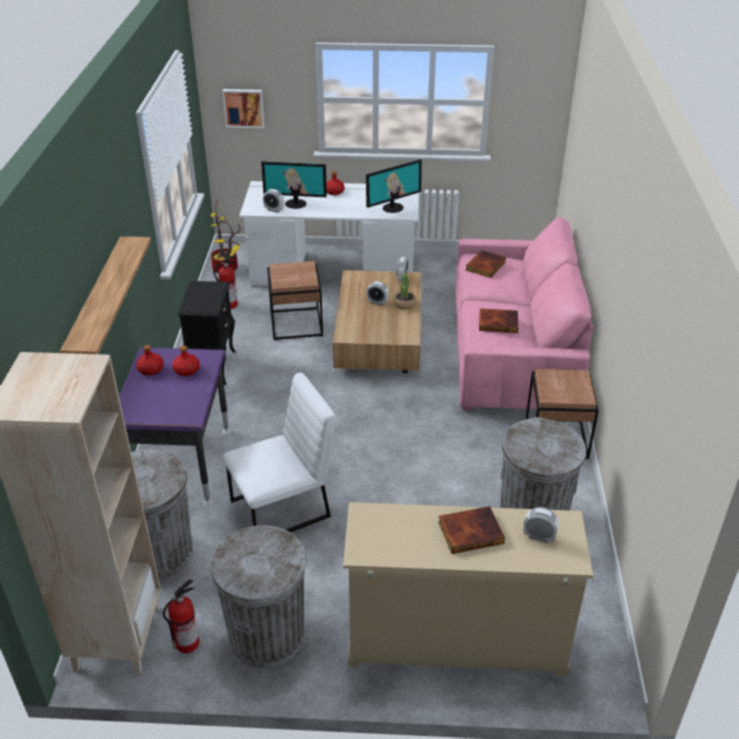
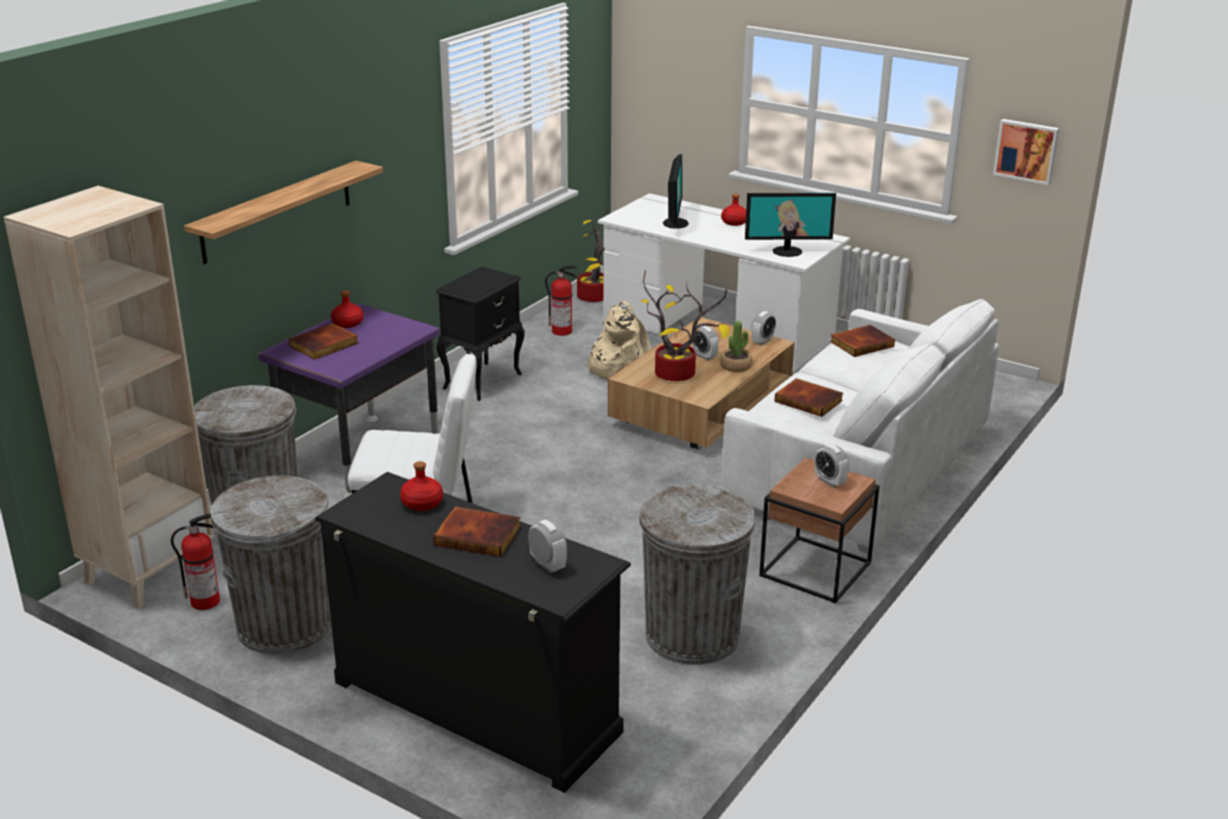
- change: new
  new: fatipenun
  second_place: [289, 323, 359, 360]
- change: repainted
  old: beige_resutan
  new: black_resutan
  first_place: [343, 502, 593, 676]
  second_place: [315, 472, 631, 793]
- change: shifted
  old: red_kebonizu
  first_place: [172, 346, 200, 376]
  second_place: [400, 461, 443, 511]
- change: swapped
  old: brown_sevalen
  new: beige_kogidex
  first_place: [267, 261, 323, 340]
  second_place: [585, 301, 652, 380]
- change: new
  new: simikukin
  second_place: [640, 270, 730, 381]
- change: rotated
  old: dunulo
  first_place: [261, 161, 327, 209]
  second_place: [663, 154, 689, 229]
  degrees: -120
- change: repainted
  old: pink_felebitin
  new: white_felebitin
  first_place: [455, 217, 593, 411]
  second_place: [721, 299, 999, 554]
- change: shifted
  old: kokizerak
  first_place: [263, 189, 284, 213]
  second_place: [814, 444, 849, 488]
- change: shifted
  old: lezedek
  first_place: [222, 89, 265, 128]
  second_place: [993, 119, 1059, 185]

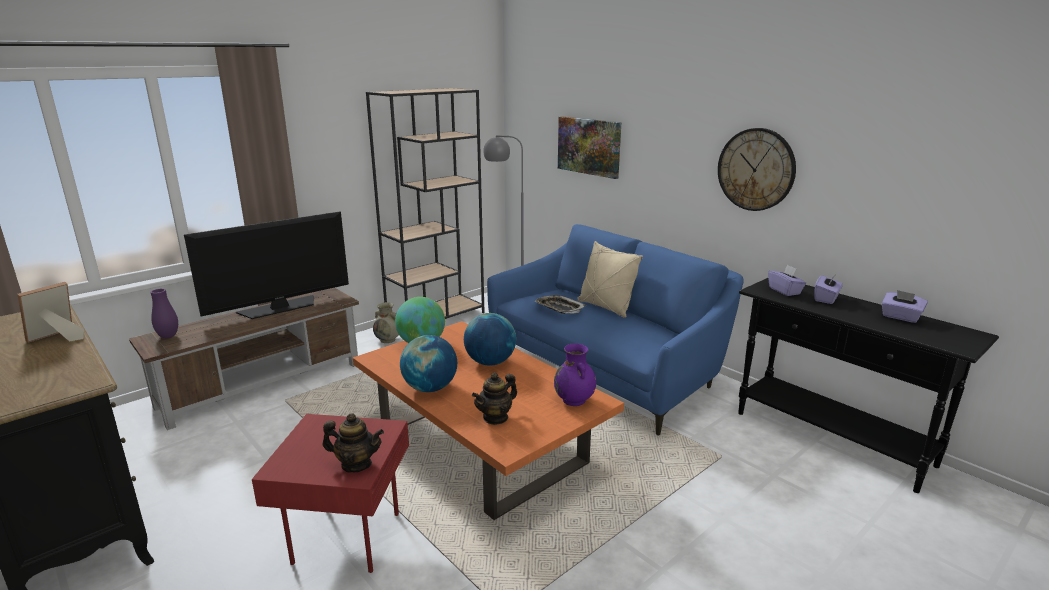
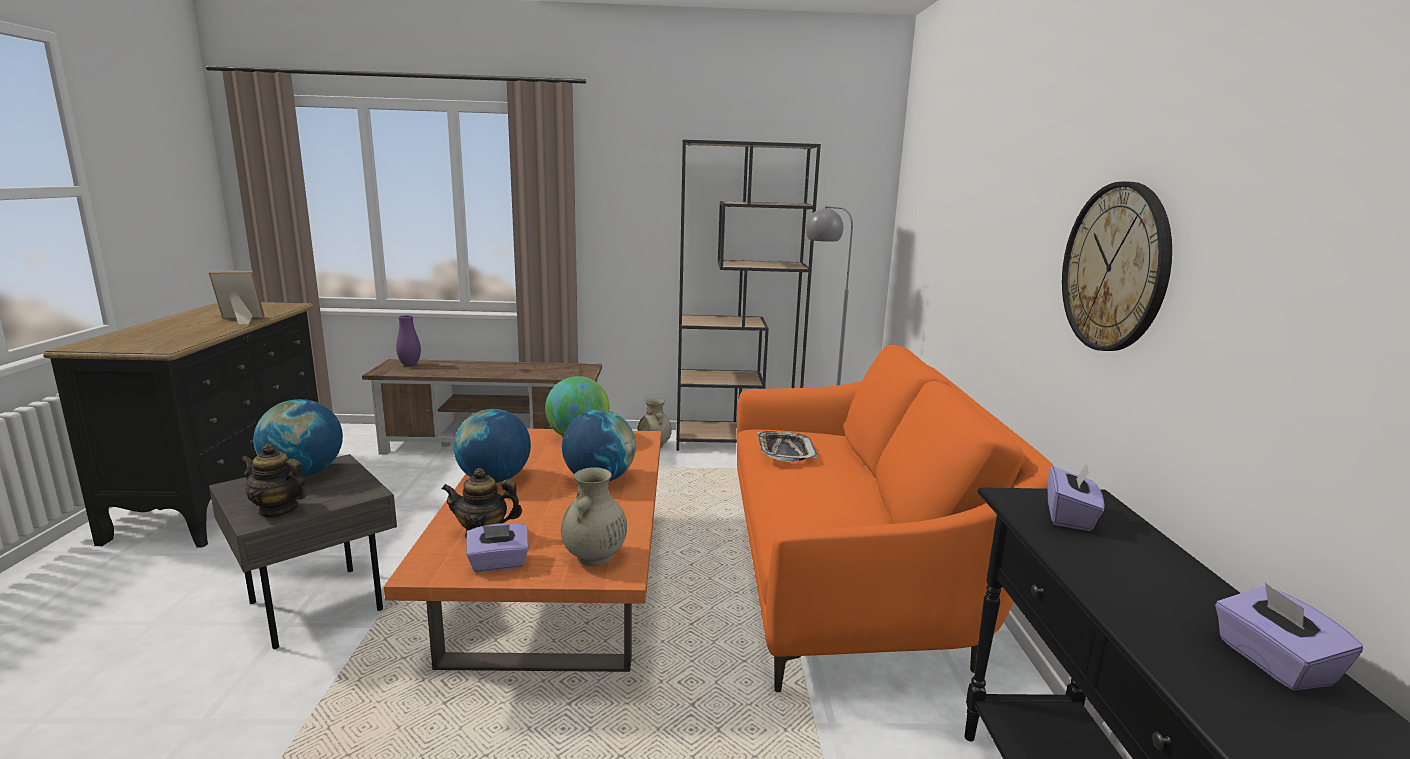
- change: repainted
  old: red_sevalen
  new: grey_sevalen
  first_place: [252, 414, 409, 573]
  second_place: [209, 454, 397, 649]
- change: rotated
  old: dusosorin
  first_place: [323, 413, 384, 473]
  second_place: [241, 444, 307, 519]
  degrees: 150
- change: new
  new: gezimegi
  second_place: [253, 399, 343, 477]
- change: shifted
  old: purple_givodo
  first_place: [814, 273, 843, 304]
  second_place: [466, 523, 529, 572]
- change: repainted
  old: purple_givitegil
  new: beige_givitegil
  first_place: [554, 343, 596, 406]
  second_place: [561, 467, 627, 566]
- change: repainted
  old: blue_felebitin
  new: orange_felebitin
  first_place: [487, 224, 744, 436]
  second_place: [737, 345, 1053, 692]
- change: gone
  old: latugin
  first_place: [184, 211, 349, 319]
- change: gone
  old: lezedek
  first_place: [558, 116, 621, 179]
- change: gone
  old: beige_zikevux
  first_place: [577, 241, 643, 318]

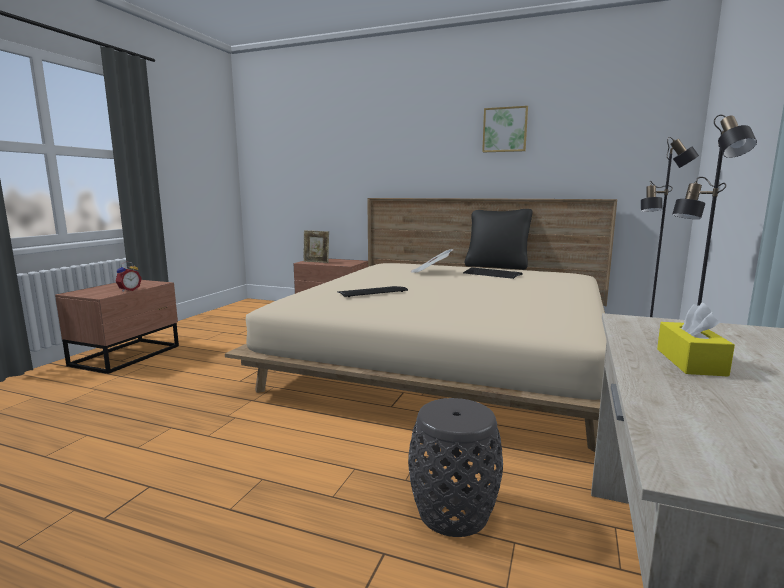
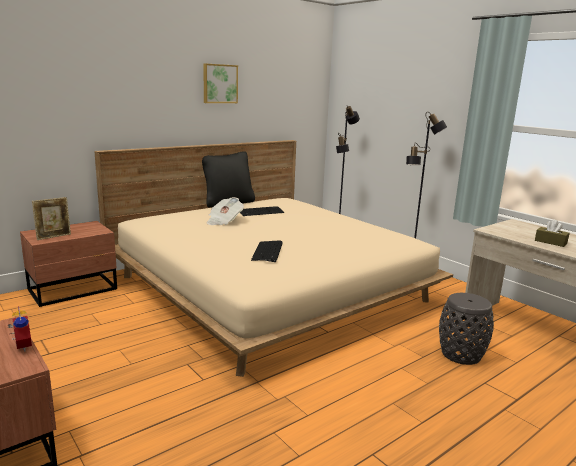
- change: repainted
  old: yellow_givodo
  new: brown_givodo
  first_place: [657, 303, 735, 377]
  second_place: [535, 220, 569, 247]

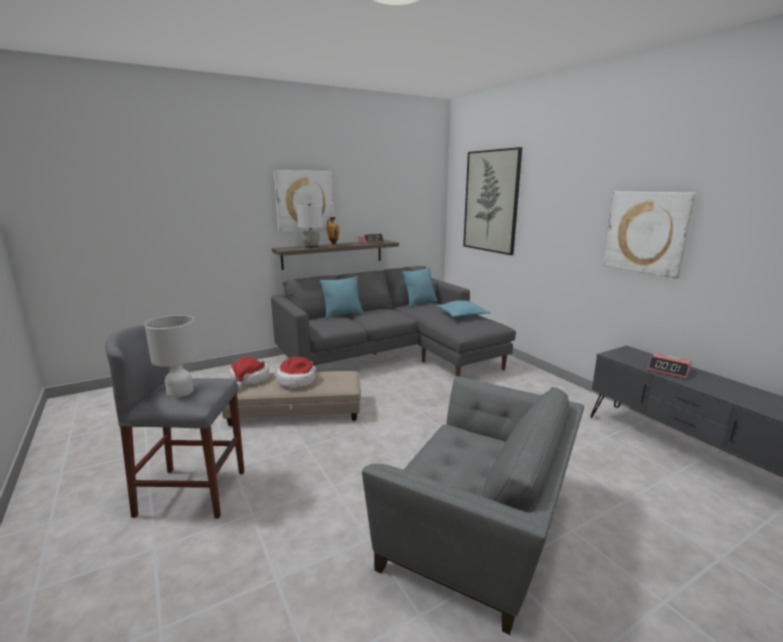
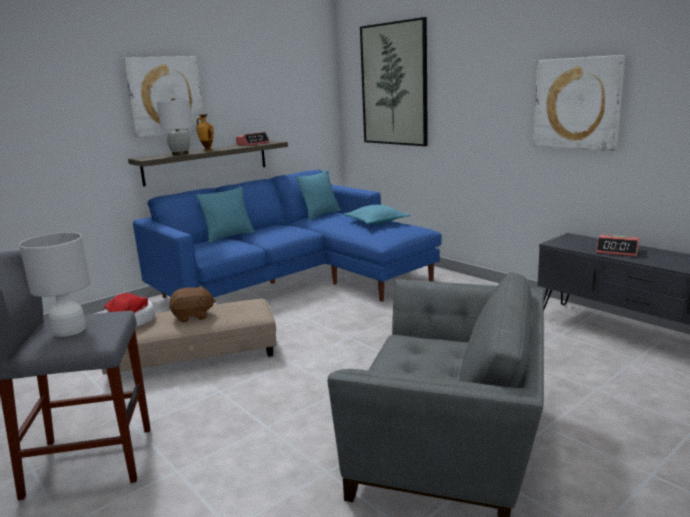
- change: repainted
  old: grey_felebitin
  new: blue_felebitin
  first_place: [271, 266, 516, 377]
  second_place: [133, 170, 442, 302]
- change: swapped
  old: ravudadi
  new: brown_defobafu
  first_place: [276, 357, 316, 387]
  second_place: [169, 286, 216, 323]

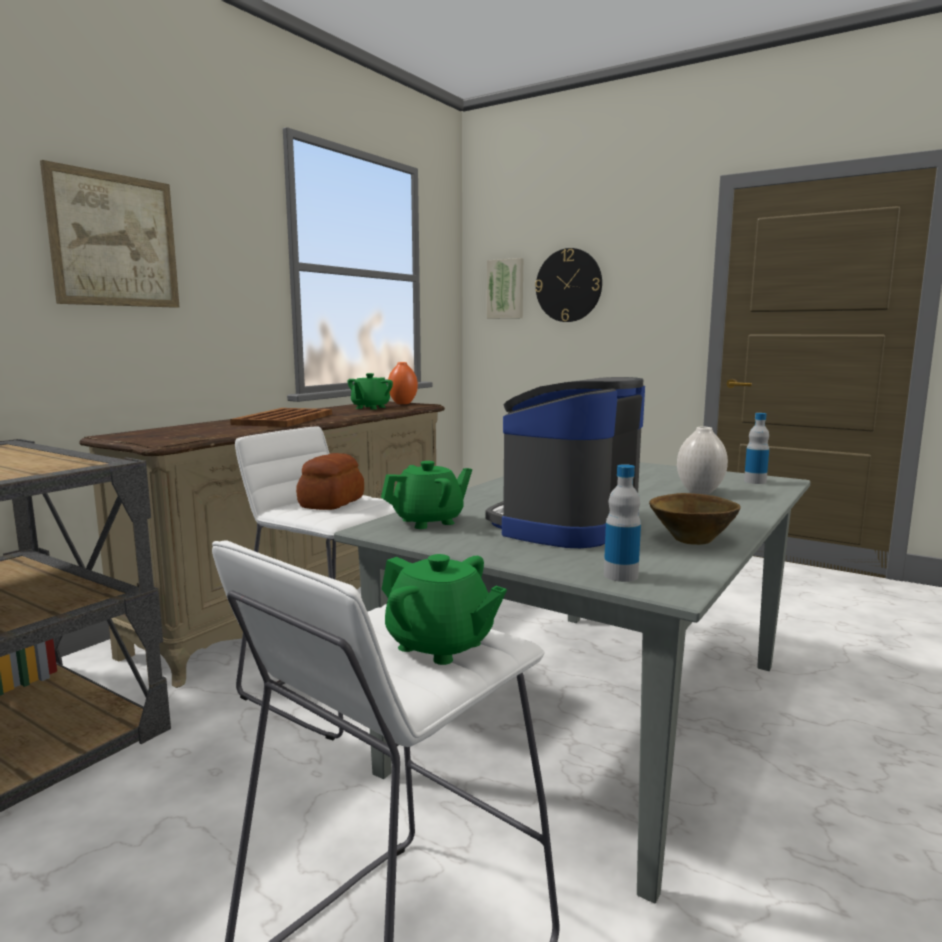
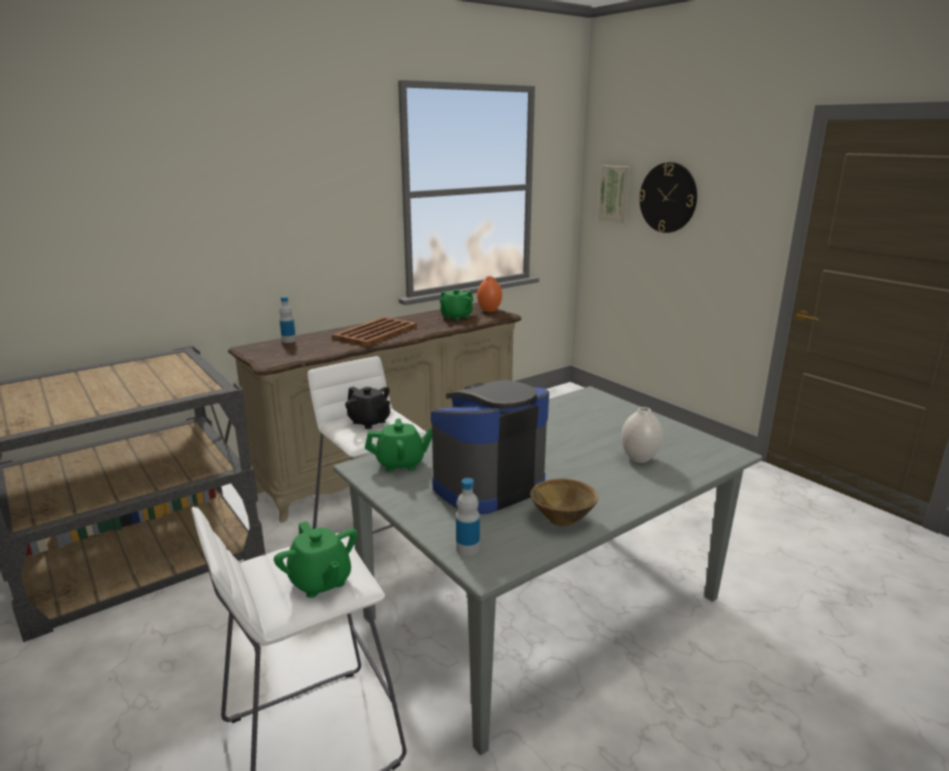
- change: shifted
  old: kebonizu
  first_place: [744, 413, 769, 484]
  second_place: [279, 296, 296, 343]
- change: swapped
  old: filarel
  new: black_dusosorin
  first_place: [296, 453, 364, 510]
  second_place: [345, 386, 390, 429]
- change: gone
  old: lezedek
  first_place: [40, 160, 179, 308]

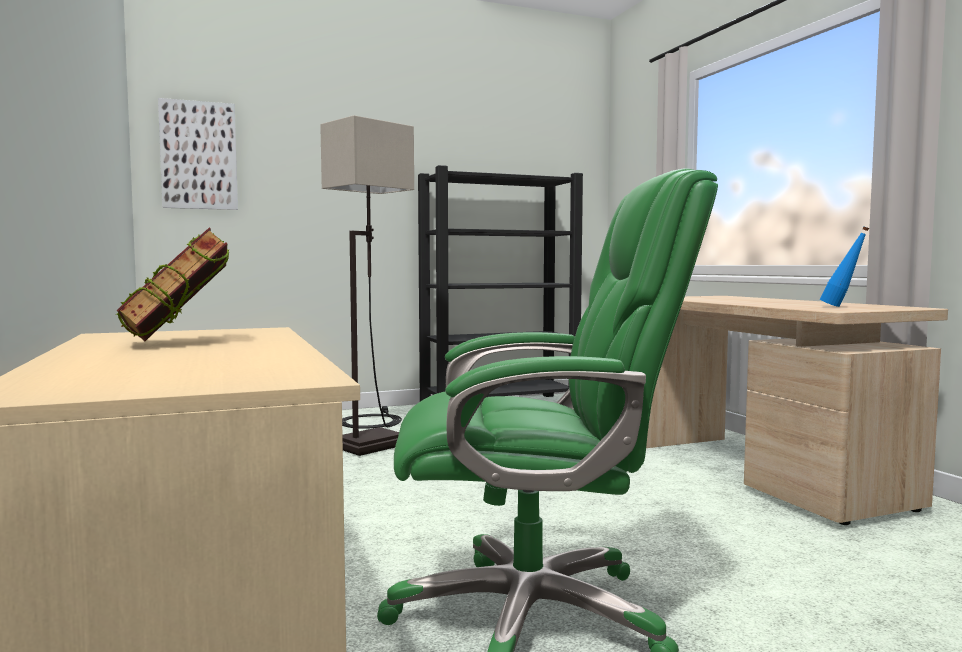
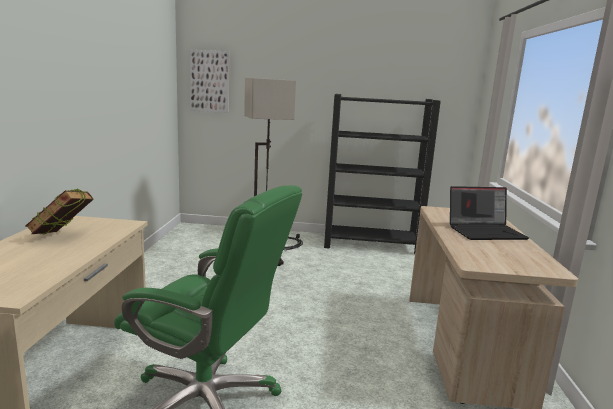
- change: new
  new: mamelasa
  second_place: [450, 186, 529, 240]
- change: gone
  old: blue_kebonizu
  first_place: [820, 226, 869, 307]

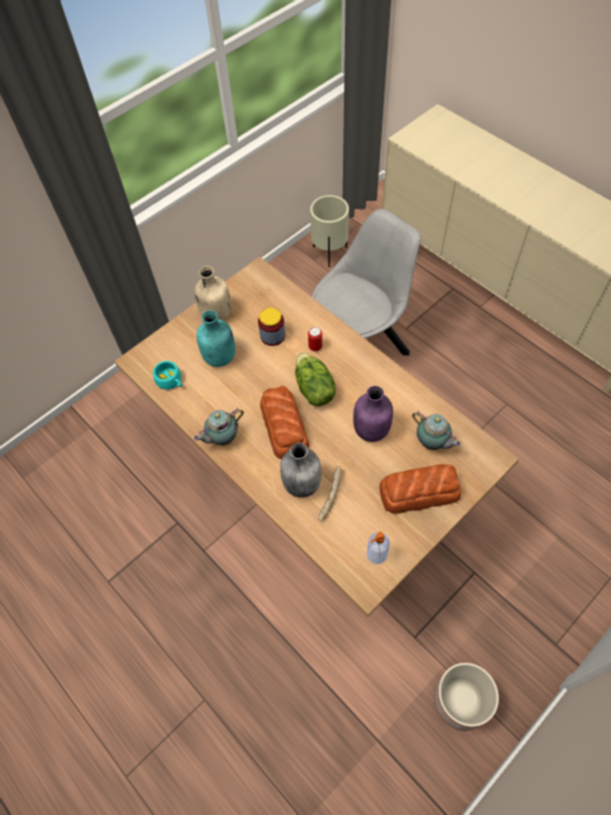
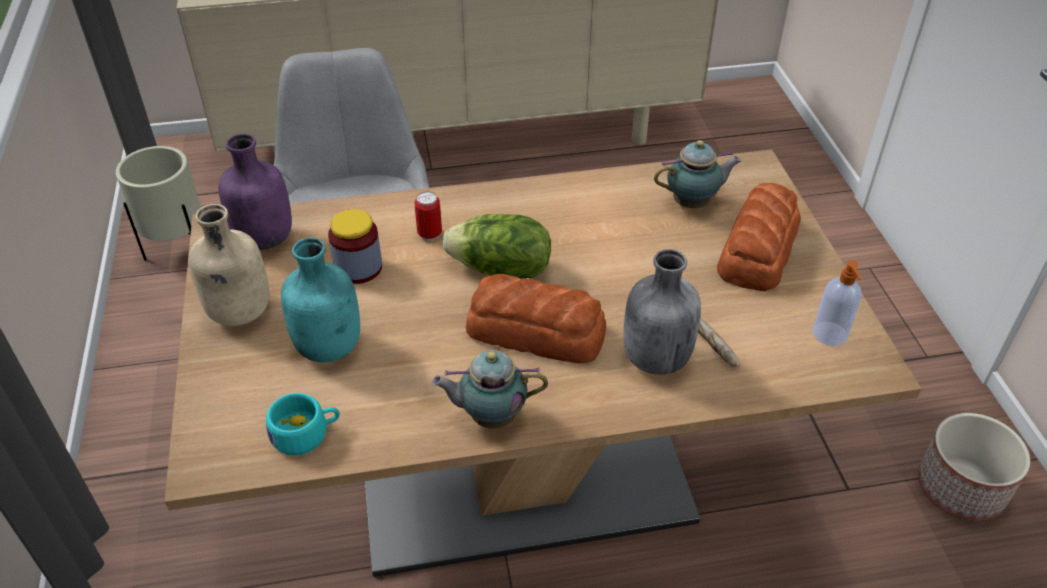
- change: shifted
  old: purple_kebonizu
  first_place: [353, 386, 393, 442]
  second_place: [218, 134, 292, 250]
- change: rotated
  old: dusosorin
  first_place: [194, 408, 244, 446]
  second_place: [432, 350, 548, 429]
  degrees: 90

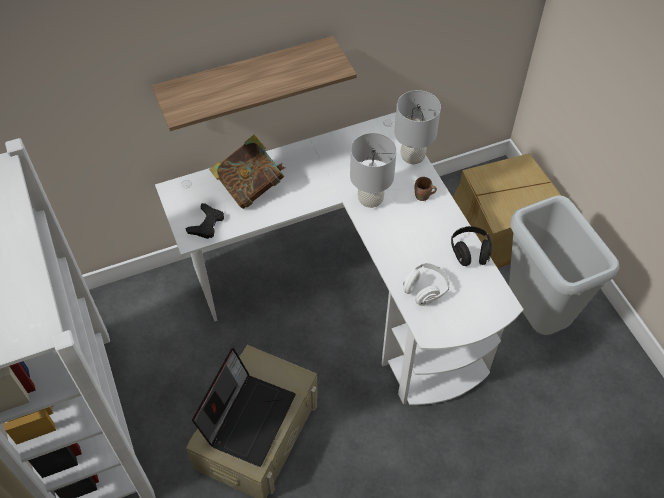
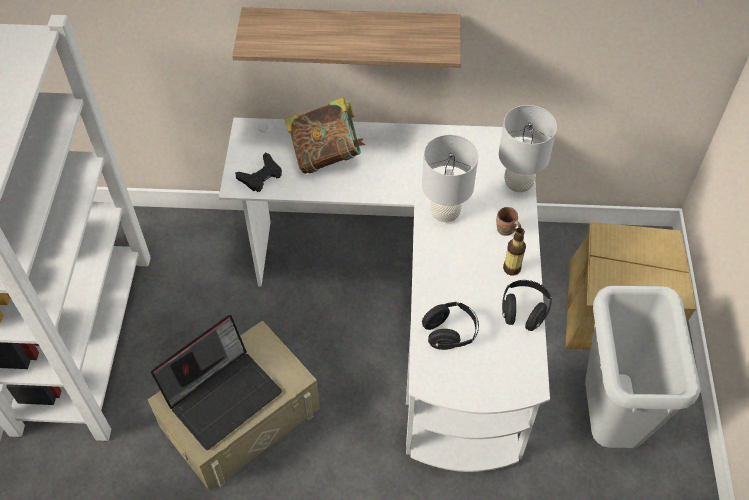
- change: repainted
  old: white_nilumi
  new: black_nilumi
  first_place: [403, 263, 450, 306]
  second_place: [422, 302, 479, 350]
- change: new
  new: kebonizu
  second_place: [503, 228, 526, 276]

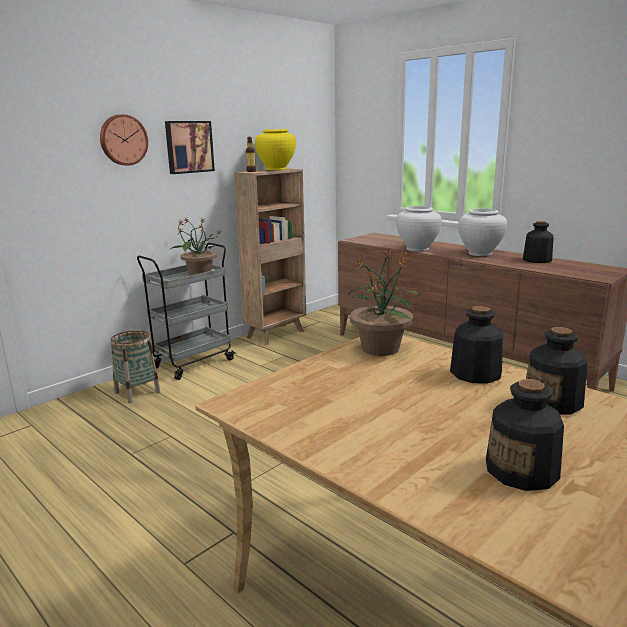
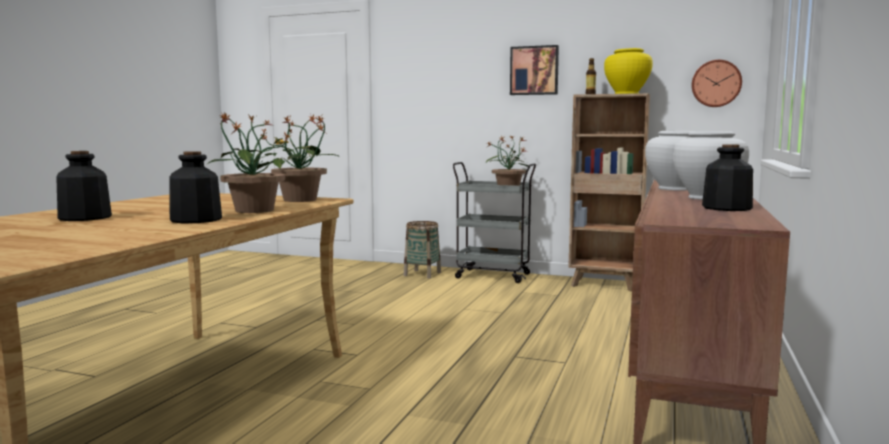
- change: swapped
  old: kebonizu
  new: simikukin
  first_place: [450, 306, 503, 384]
  second_place: [208, 112, 292, 213]
- change: shifted
  old: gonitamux
  first_place: [100, 114, 148, 165]
  second_place: [692, 60, 742, 107]

